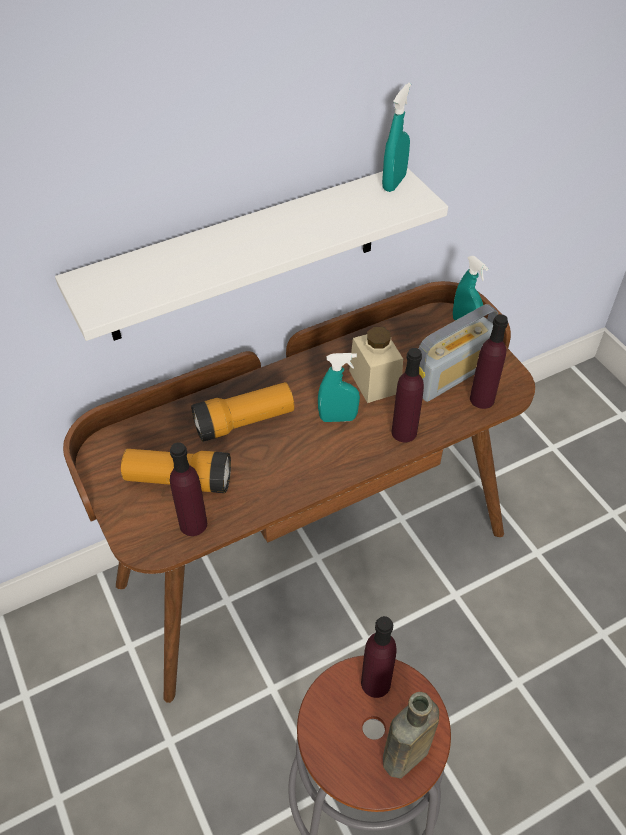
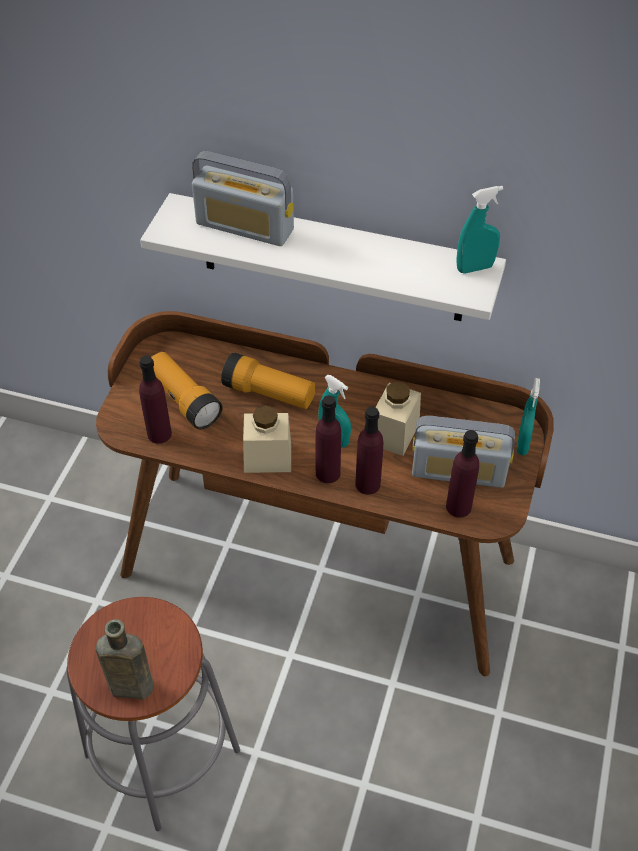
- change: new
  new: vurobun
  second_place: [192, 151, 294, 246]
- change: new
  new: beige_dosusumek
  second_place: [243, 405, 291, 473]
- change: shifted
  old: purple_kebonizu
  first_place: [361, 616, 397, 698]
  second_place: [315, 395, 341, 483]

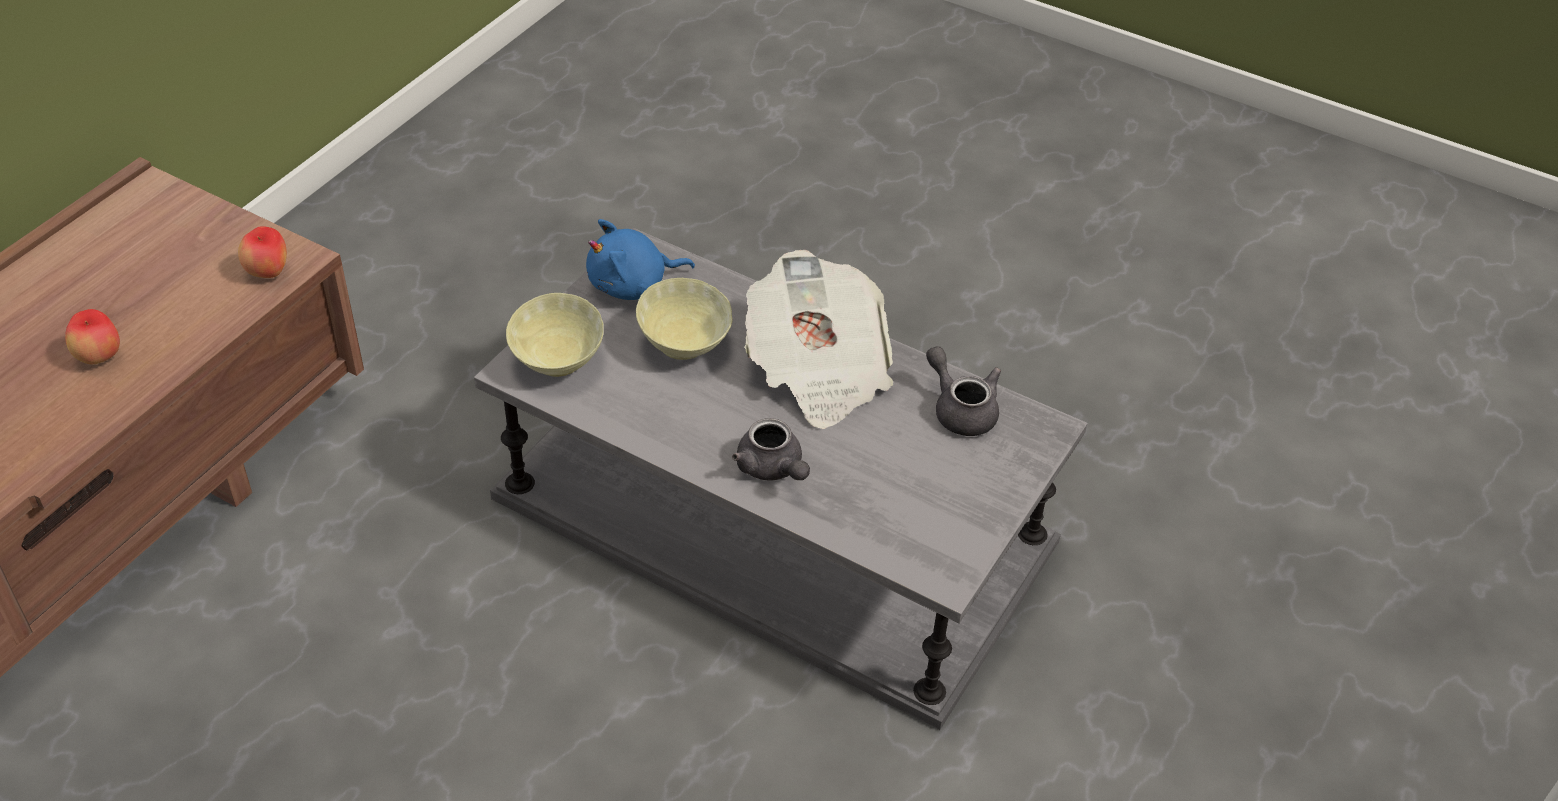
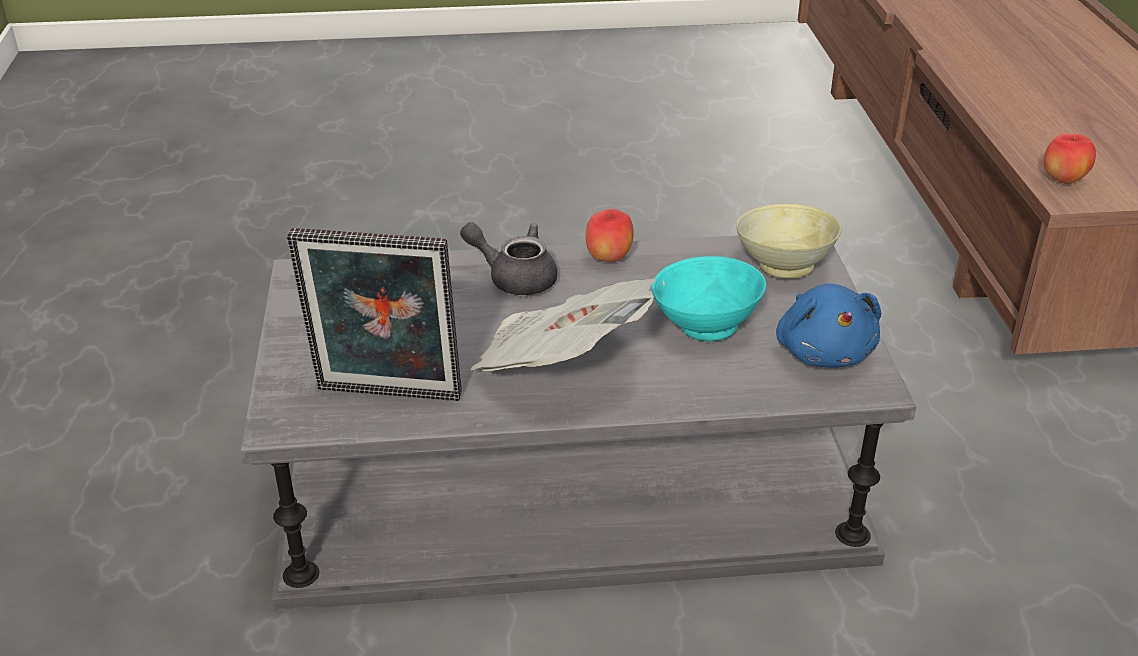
- change: swapped
  old: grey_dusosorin
  new: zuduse
  first_place: [926, 346, 1001, 436]
  second_place: [287, 228, 462, 401]
- change: shifted
  old: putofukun
  first_place: [65, 309, 120, 364]
  second_place: [585, 209, 634, 262]
- change: repainted
  old: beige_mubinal
  new: turquoise_mubinal
  first_place: [636, 278, 733, 360]
  second_place: [652, 256, 766, 341]
- change: rotated
  old: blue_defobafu
  first_place: [586, 219, 695, 300]
  second_place: [776, 283, 881, 368]
  degrees: 135

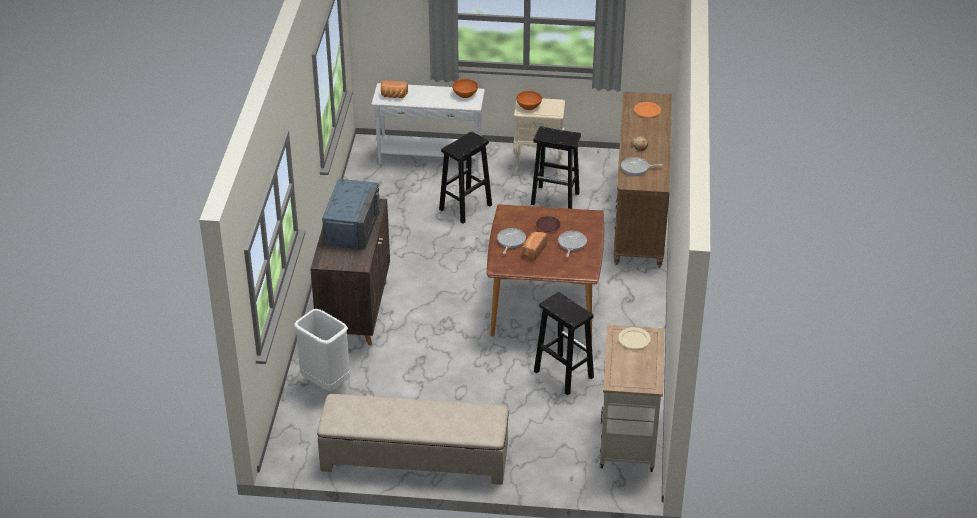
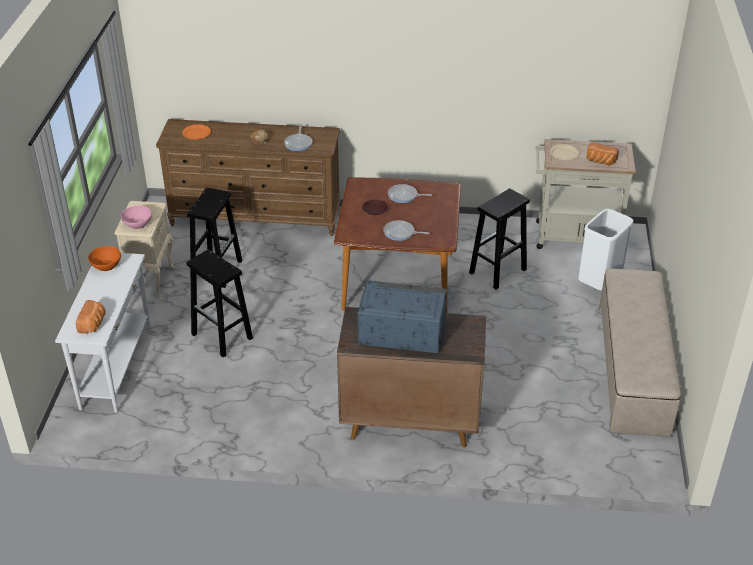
- change: repainted
  old: orange_mubinal
  new: pink_mubinal
  first_place: [516, 91, 542, 110]
  second_place: [121, 206, 152, 229]
- change: shifted
  old: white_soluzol
  first_place: [294, 309, 350, 391]
  second_place: [578, 209, 633, 291]
- change: shifted
  old: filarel
  first_place: [522, 232, 548, 260]
  second_place: [587, 142, 619, 165]

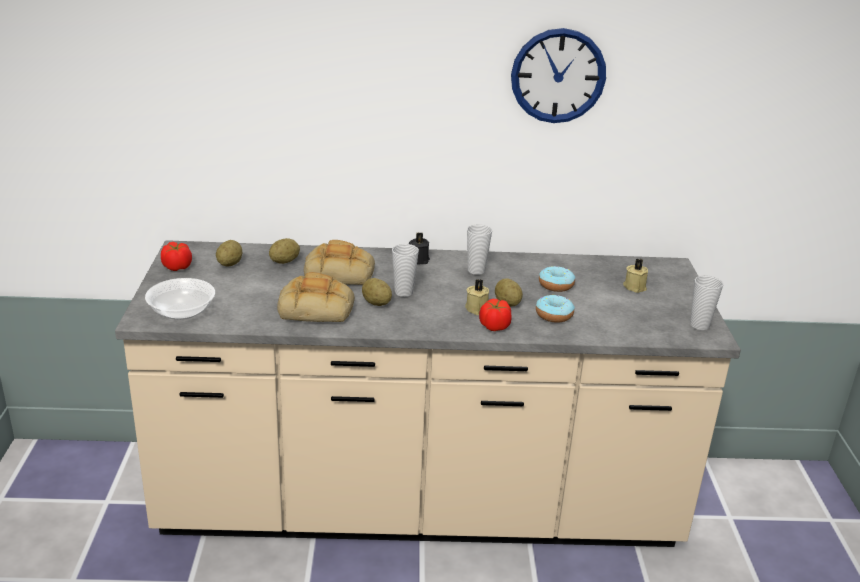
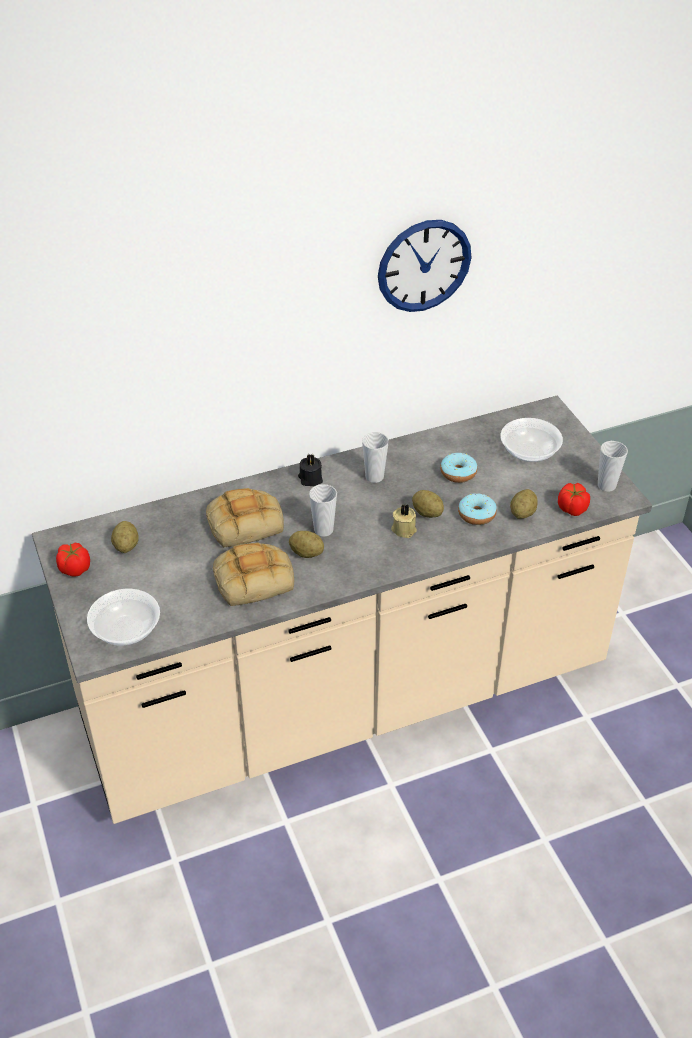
- change: swapped
  old: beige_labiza
  new: mubinal
  first_place: [623, 259, 648, 293]
  second_place: [500, 418, 563, 462]
- change: shifted
  old: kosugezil
  first_place: [269, 238, 300, 264]
  second_place: [510, 489, 537, 519]
- change: shifted
  old: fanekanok
  first_place: [479, 299, 512, 331]
  second_place: [558, 483, 590, 516]

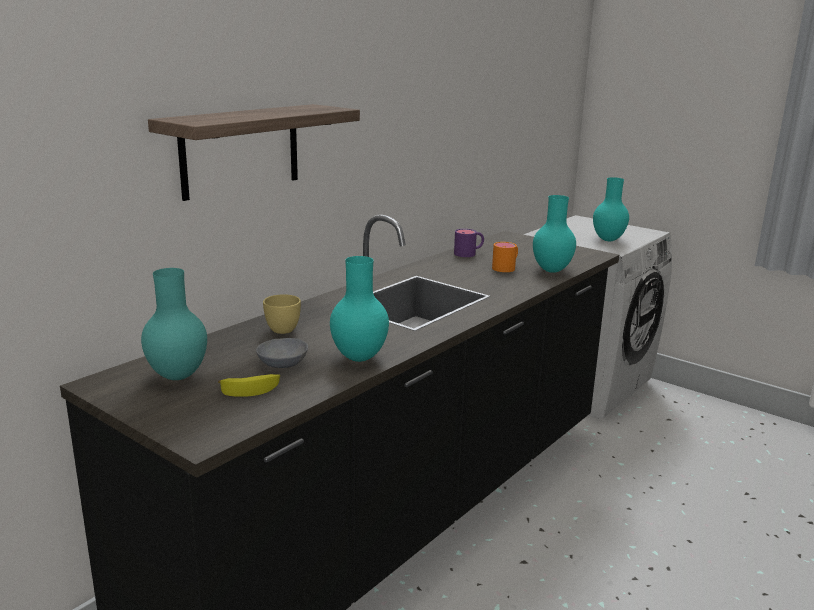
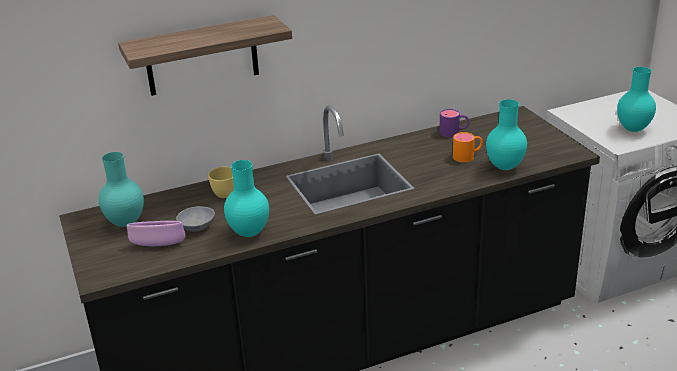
- change: swapped
  old: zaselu
  new: purple_mubinal
  first_place: [218, 374, 280, 397]
  second_place: [127, 221, 185, 246]

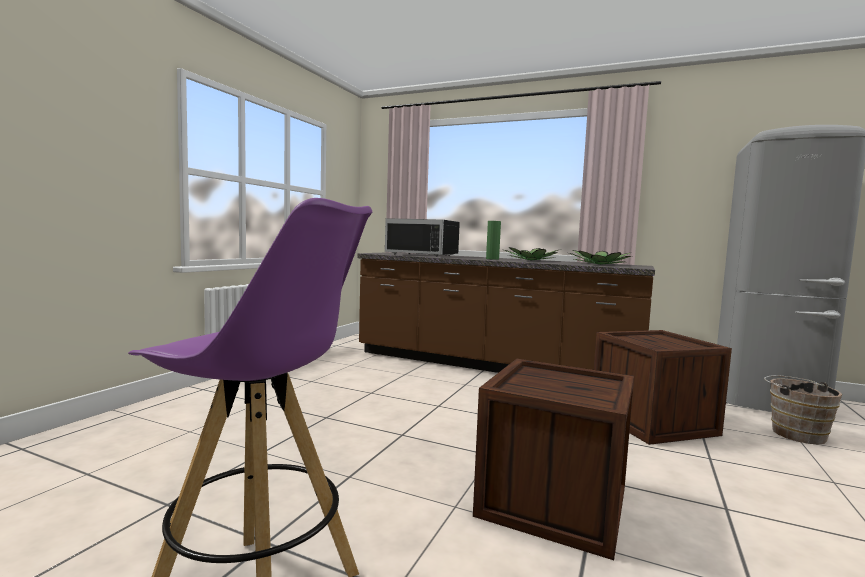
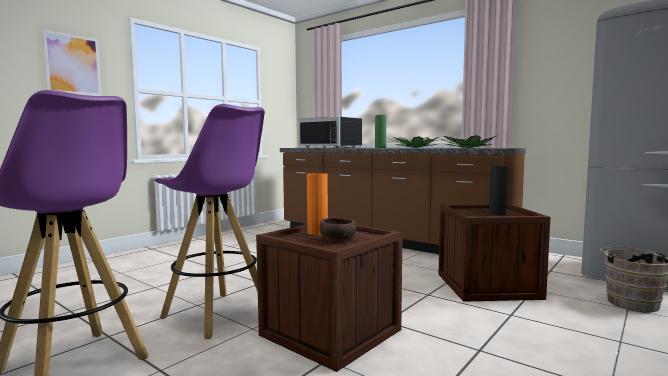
- change: new
  new: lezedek
  second_place: [42, 29, 102, 96]
- change: new
  new: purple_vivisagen
  second_place: [155, 104, 265, 339]
- change: new
  new: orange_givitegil
  second_place: [307, 173, 328, 235]
- change: new
  new: brown_mubinal
  second_place: [319, 217, 356, 243]
- change: new
  new: black_givitegil
  second_place: [489, 166, 508, 215]

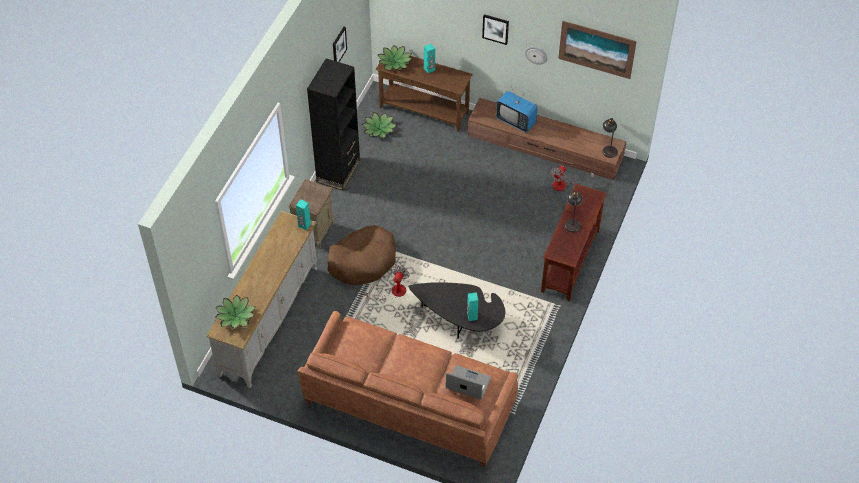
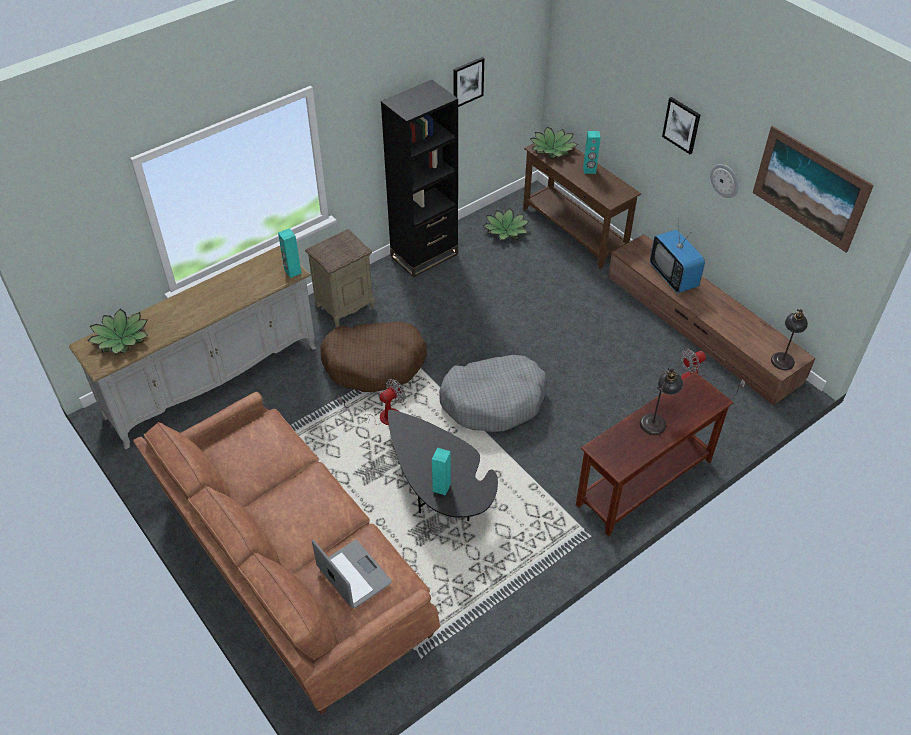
- change: new
  new: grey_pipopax
  second_place: [439, 355, 547, 432]

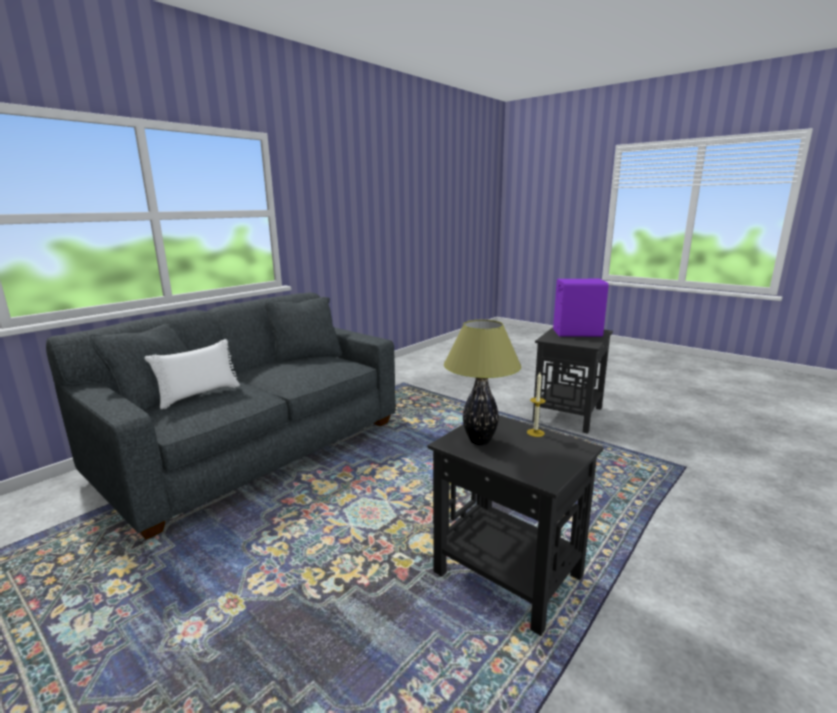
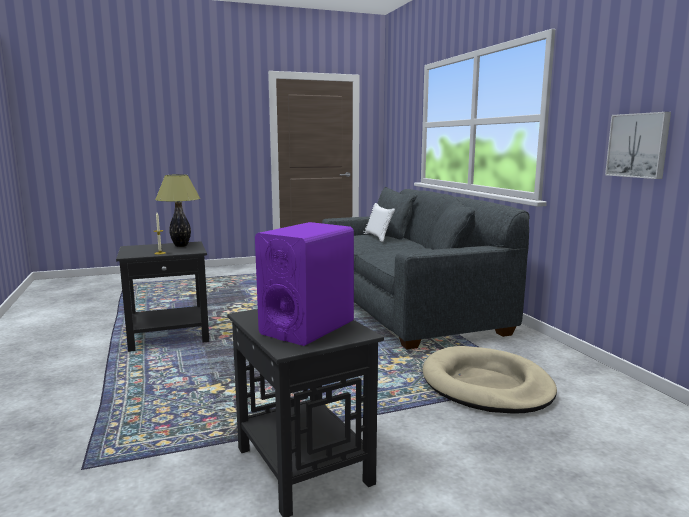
- change: new
  new: beige_pipopax
  second_place: [423, 346, 557, 414]
- change: new
  new: lezedek
  second_place: [605, 112, 671, 179]

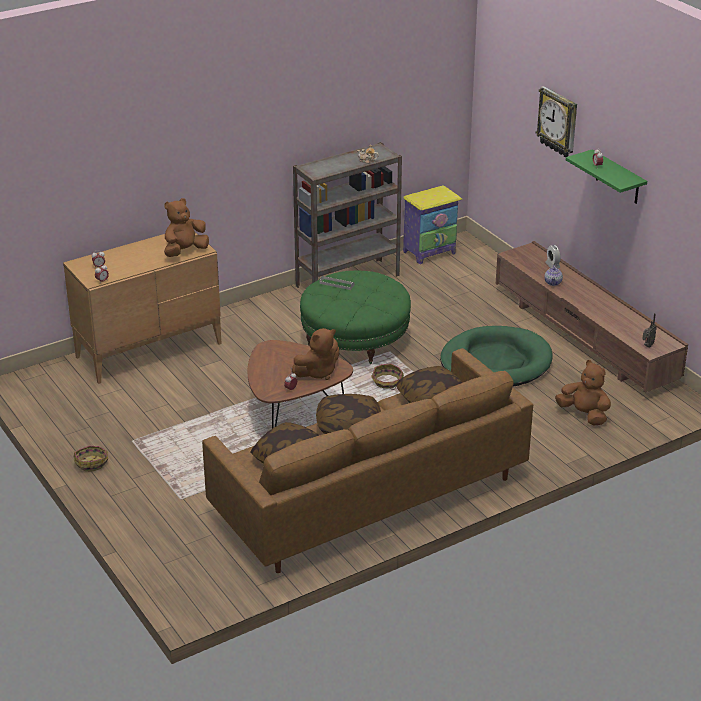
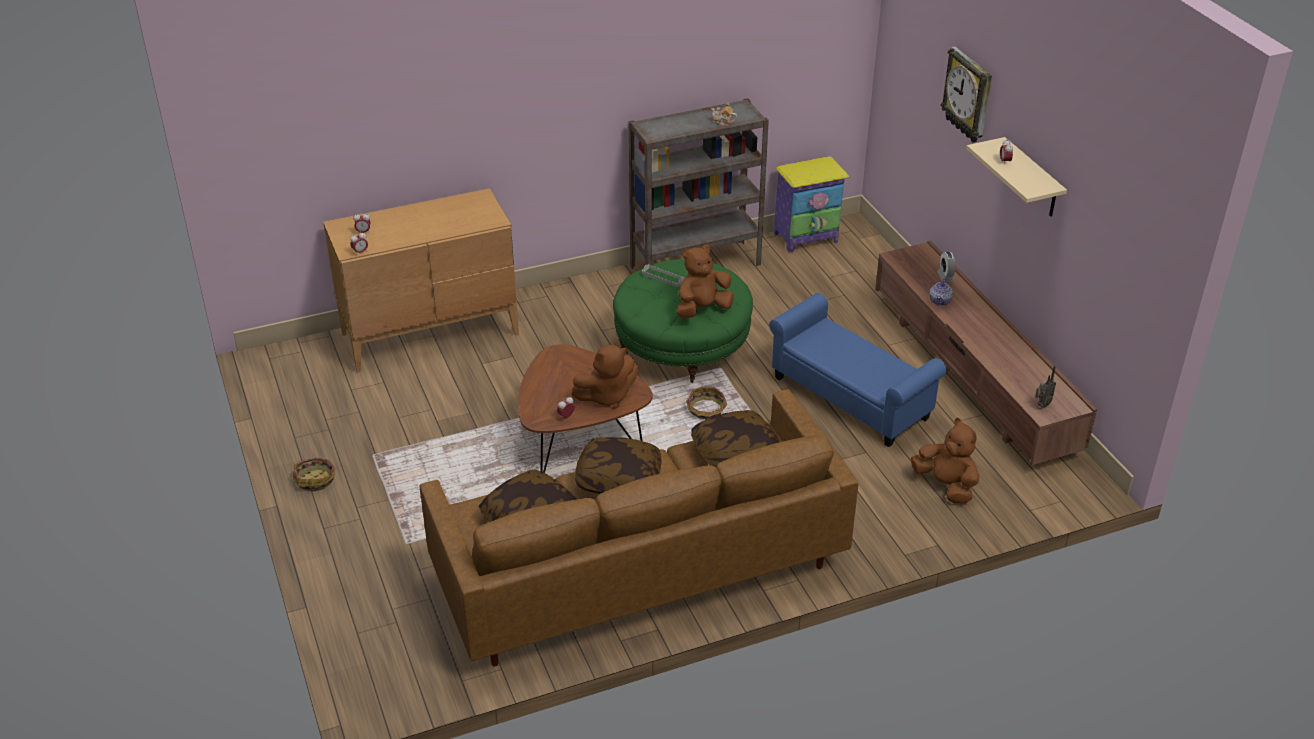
- change: shifted
  old: brown_defobafu
  first_place: [164, 198, 209, 257]
  second_place: [677, 245, 734, 318]
- change: swapped
  old: green_pipopax
  new: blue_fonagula
  first_place: [440, 326, 553, 386]
  second_place: [769, 293, 947, 447]
- change: repainted
  old: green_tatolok
  new: beige_tatolok
  first_place: [566, 150, 647, 204]
  second_place: [966, 137, 1067, 216]

